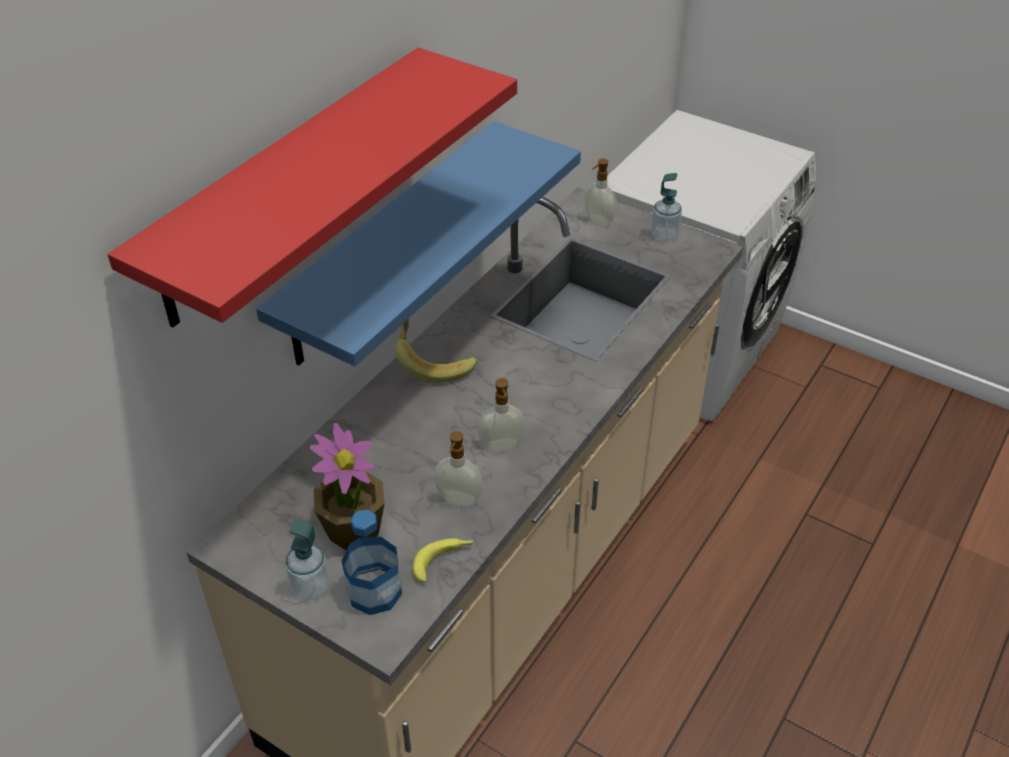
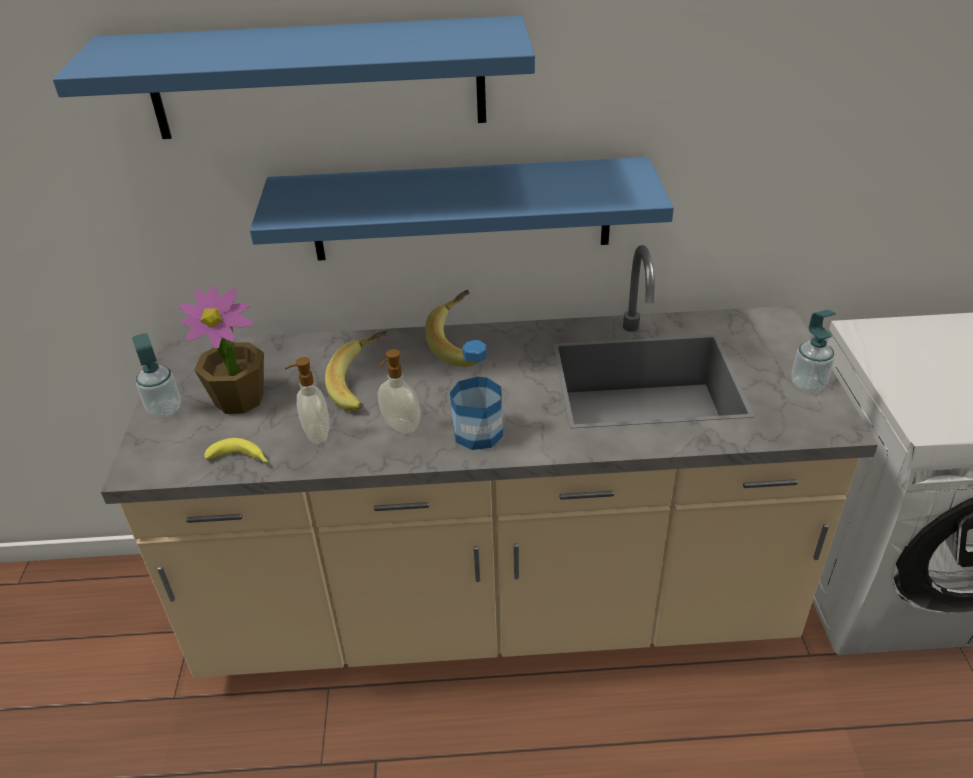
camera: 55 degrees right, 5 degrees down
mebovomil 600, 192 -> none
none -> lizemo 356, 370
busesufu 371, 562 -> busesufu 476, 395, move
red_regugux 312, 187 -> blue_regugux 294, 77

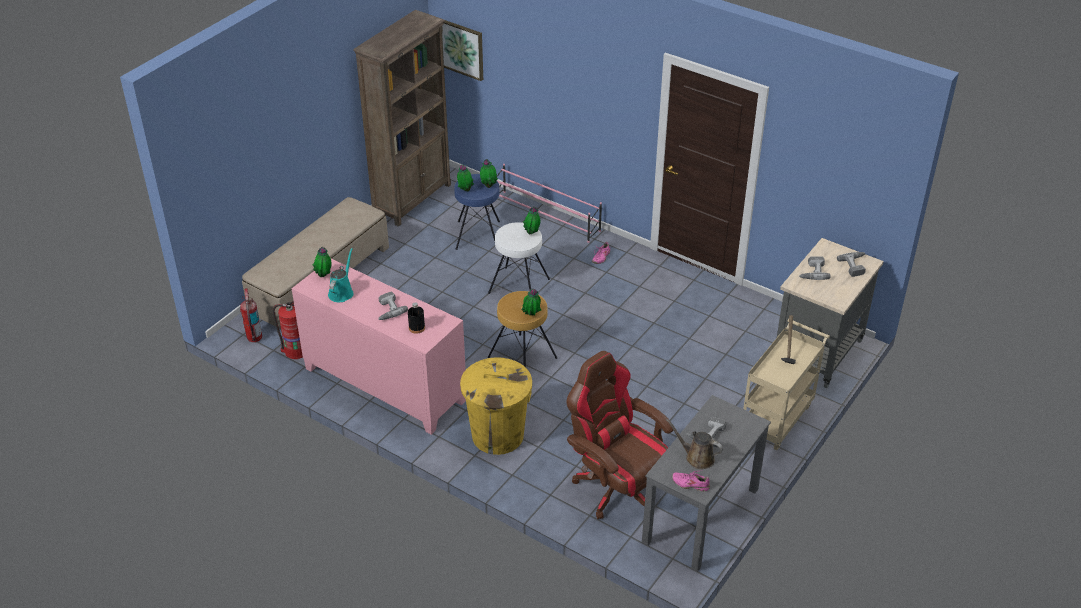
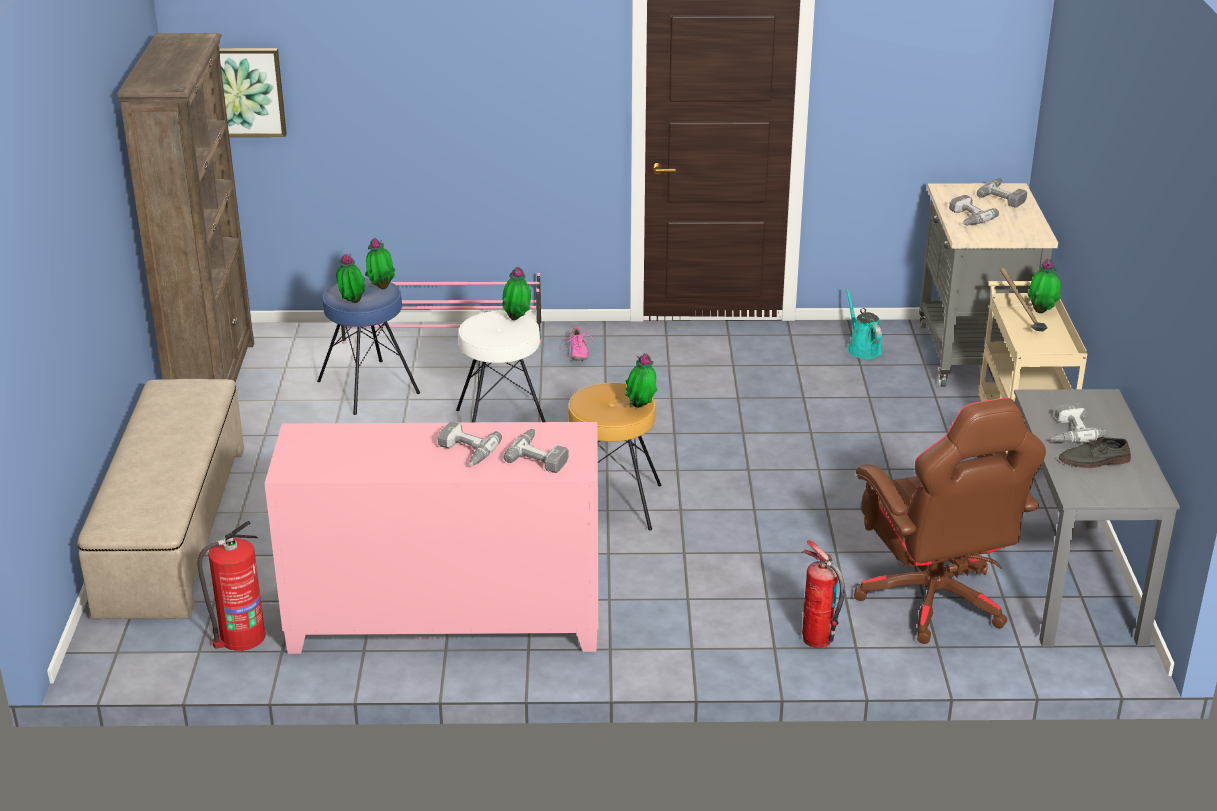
camera: 35 degrees left, 10 degrees down
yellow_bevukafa 496, 406 -> none
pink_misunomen 691, 481 -> none
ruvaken 251, 315 -> ruvaken 823, 594, move
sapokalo 322, 262 -> sapokalo 1044, 286, move
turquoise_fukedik 341, 275 -> turquoise_fukedik 864, 324, move
black_busesufu 416, 318 -> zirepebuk 536, 451
brown_fukedik 694, 444 -> grey_misunomen 1095, 452
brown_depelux 620, 435 -> brown_depelux 950, 521, 120 degrees counterclockwise

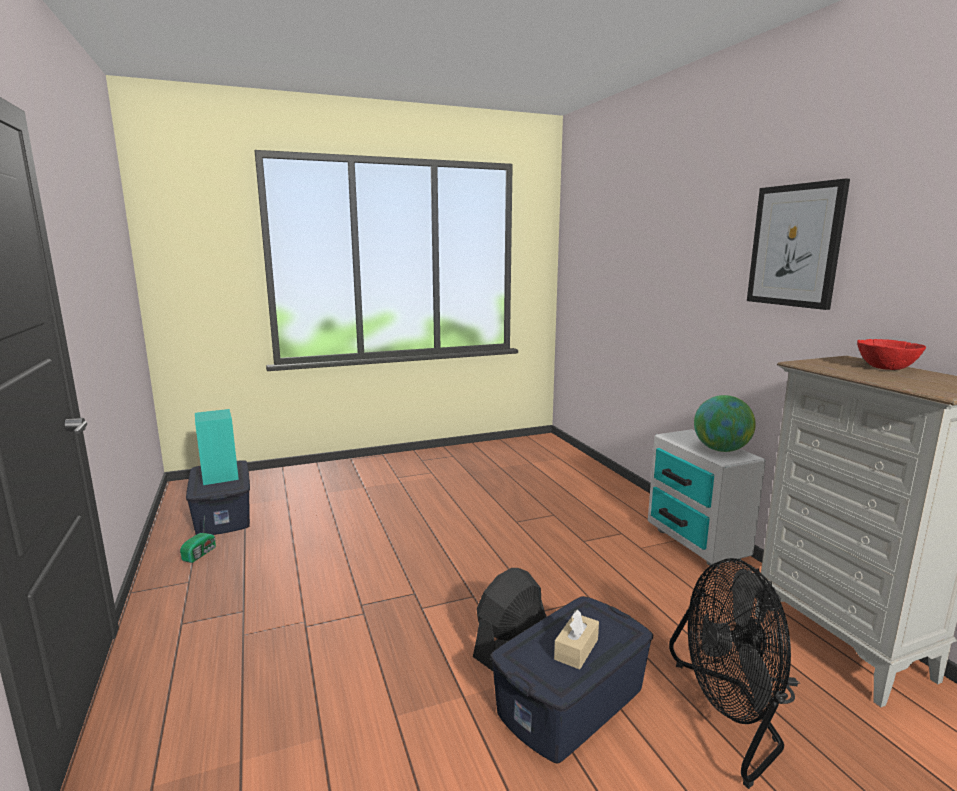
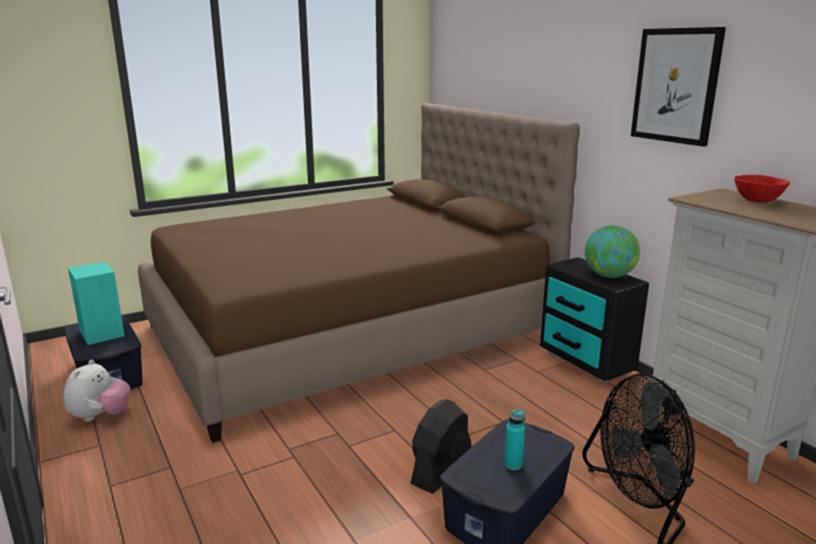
camera: 10 degrees left, 5 degrees up
none -> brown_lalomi 359, 273
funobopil 198, 539 -> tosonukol 96, 391
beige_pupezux 576, 640 -> turquoise_busesufu 514, 440
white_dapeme 707, 497 -> black_dapeme 594, 320

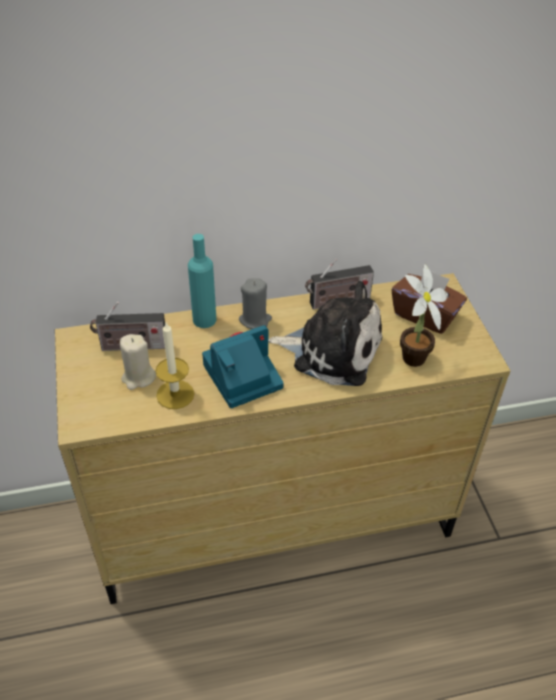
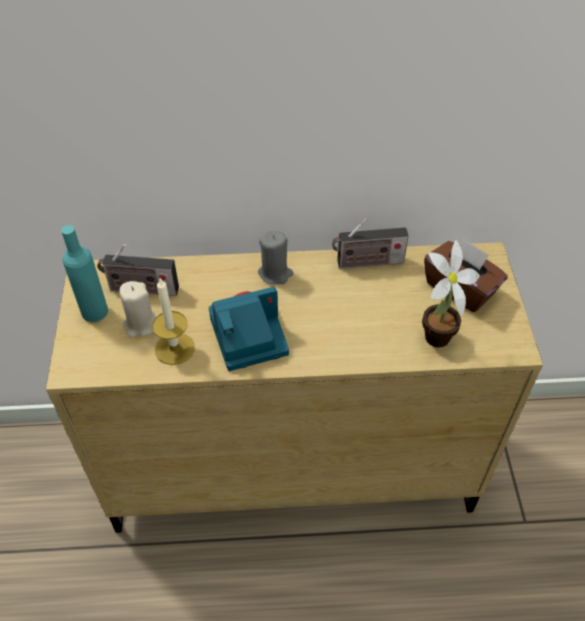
camera: 10 degrees right, 5 degrees up
tosonukol 325, 333 -> none
turquoise_busesufu 202, 281 -> turquoise_busesufu 84, 273, move

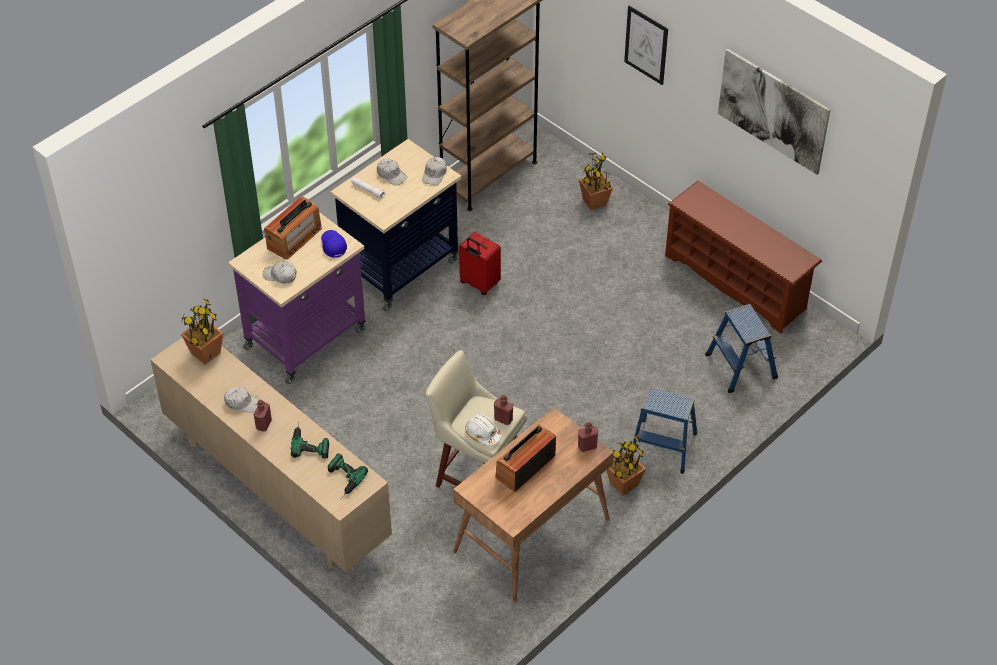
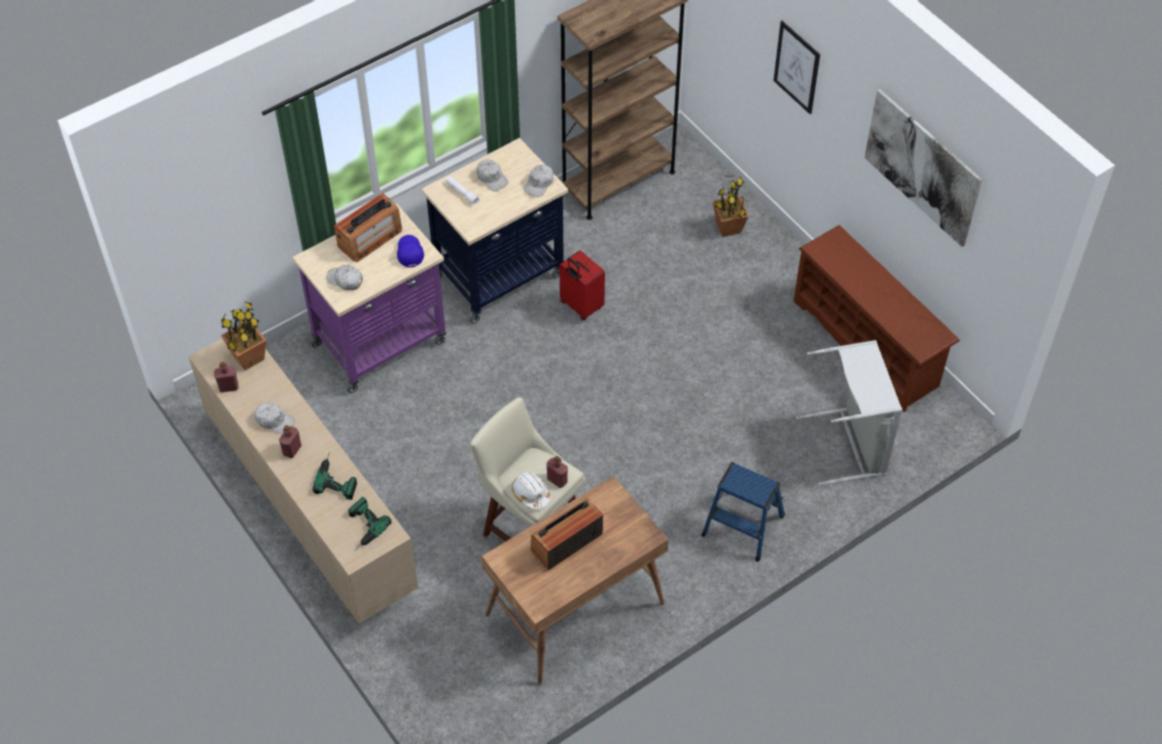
camera: 10 degrees right, 5 degrees up
sapokalo 626, 465 -> none
red_busesufu 588, 437 -> red_busesufu 226, 377, move
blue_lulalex 741, 348 -> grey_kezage 849, 412

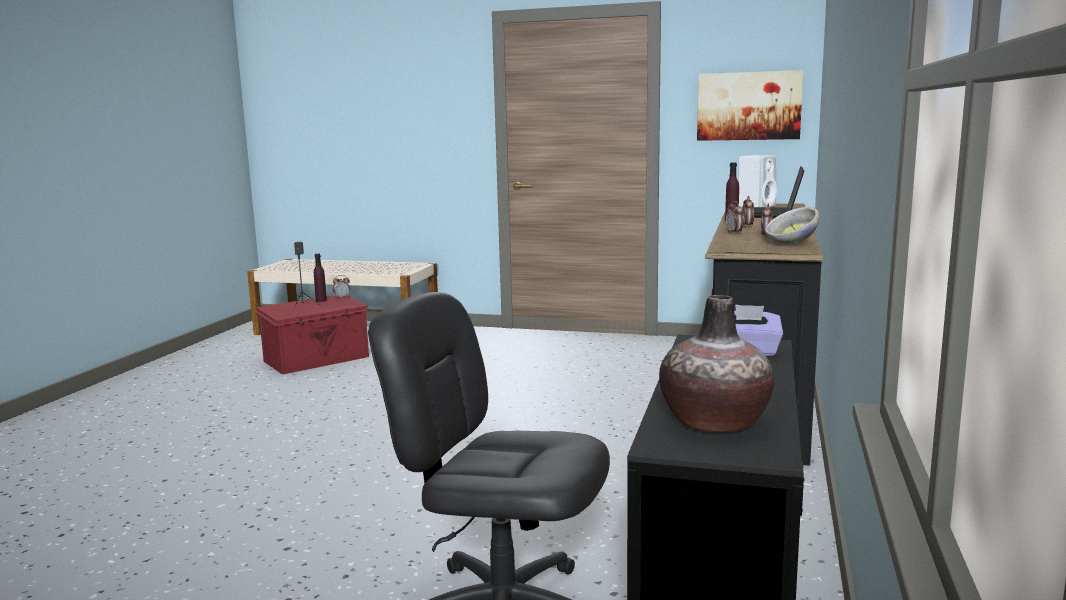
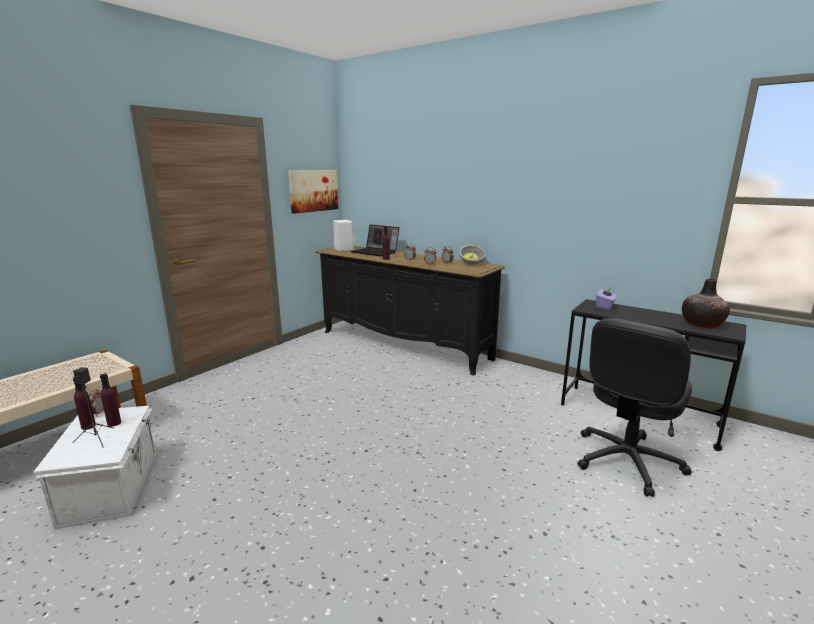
camera: 70 degrees left, 5 degrees up
none -> purple_busesufu 110, 400
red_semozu 312, 335 -> white_semozu 94, 468

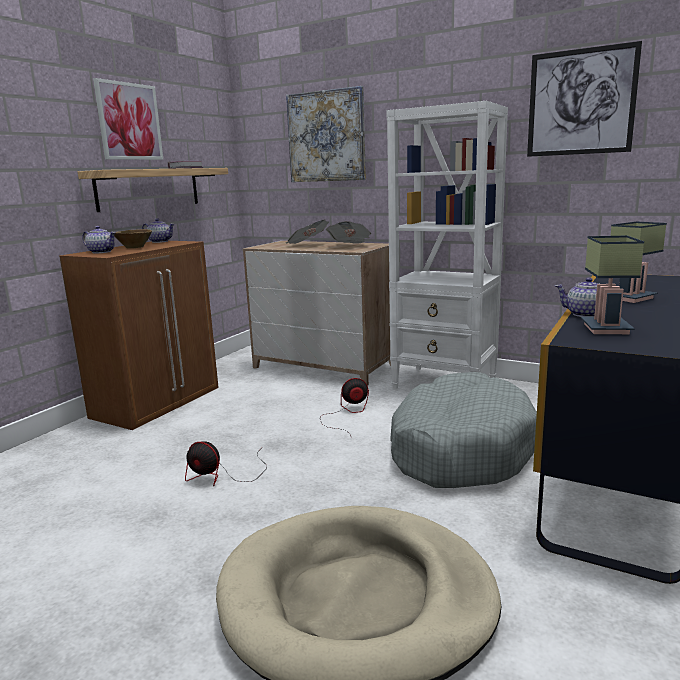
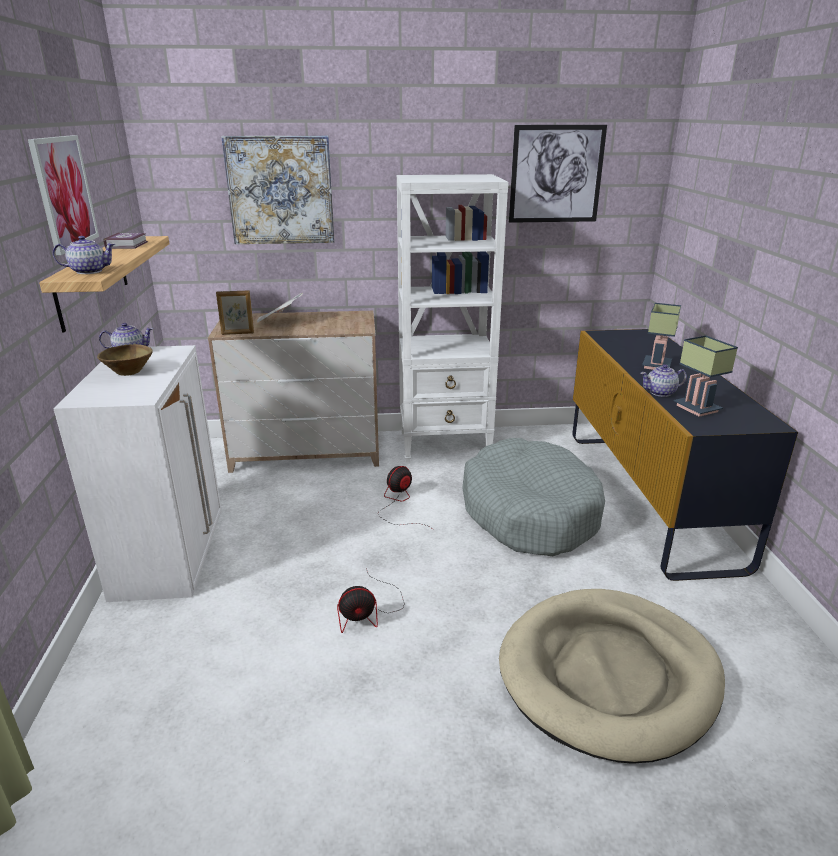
camera: 35 degrees left, 10 degrees up
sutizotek 348, 232 -> none
none -> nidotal 235, 312
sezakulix 99, 239 -> sezakulix 84, 255, move
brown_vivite 139, 335 -> white_vivite 138, 473

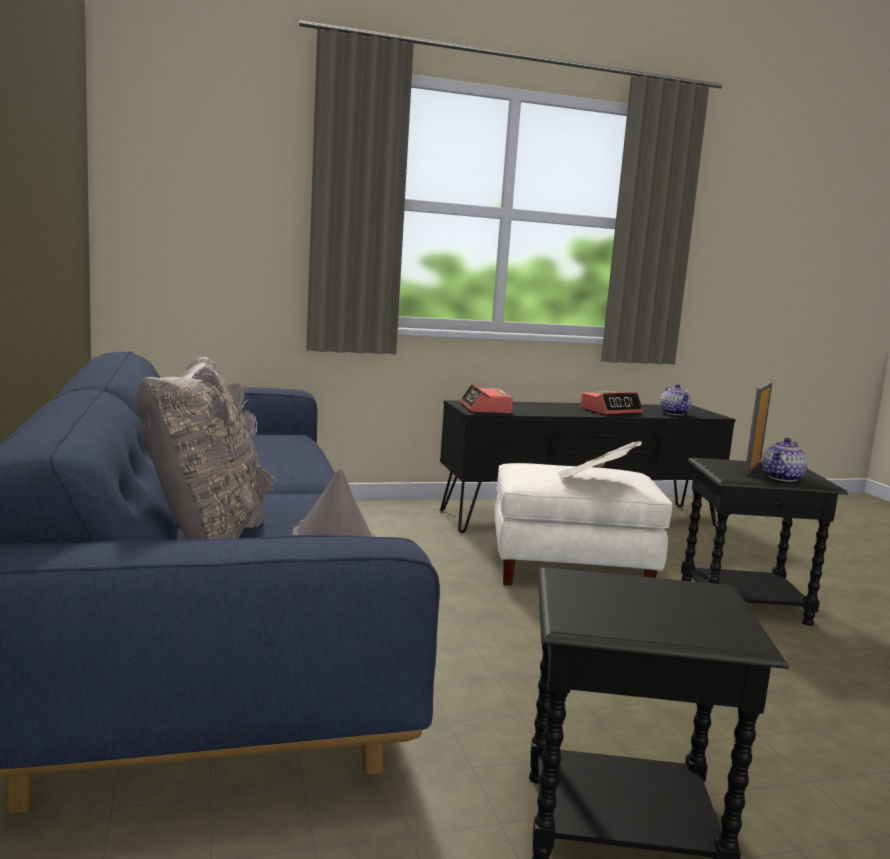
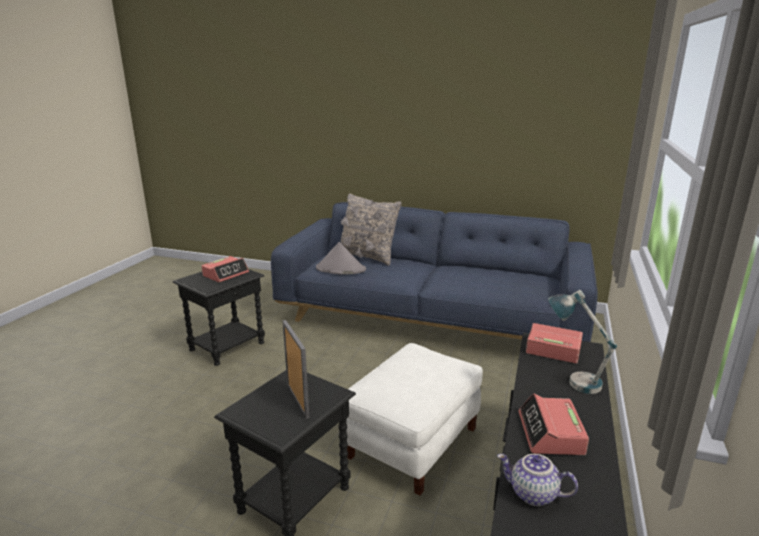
camera: 125 degrees right, 10 degrees up
sutizotek 600, 460 -> none
sezakulix 785, 460 -> none
none -> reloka 225, 269
none -> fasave 582, 342

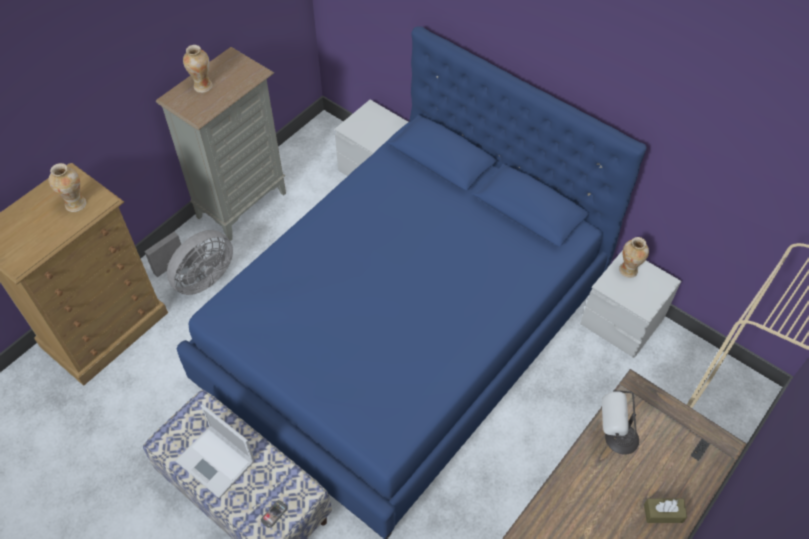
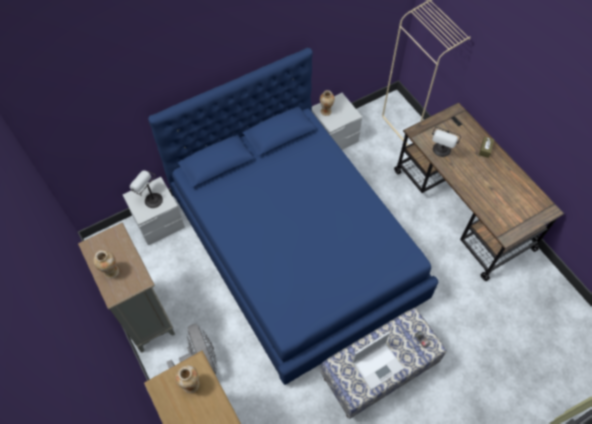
camera: 70 degrees left, 5 degrees up
none -> fasave 146, 189

